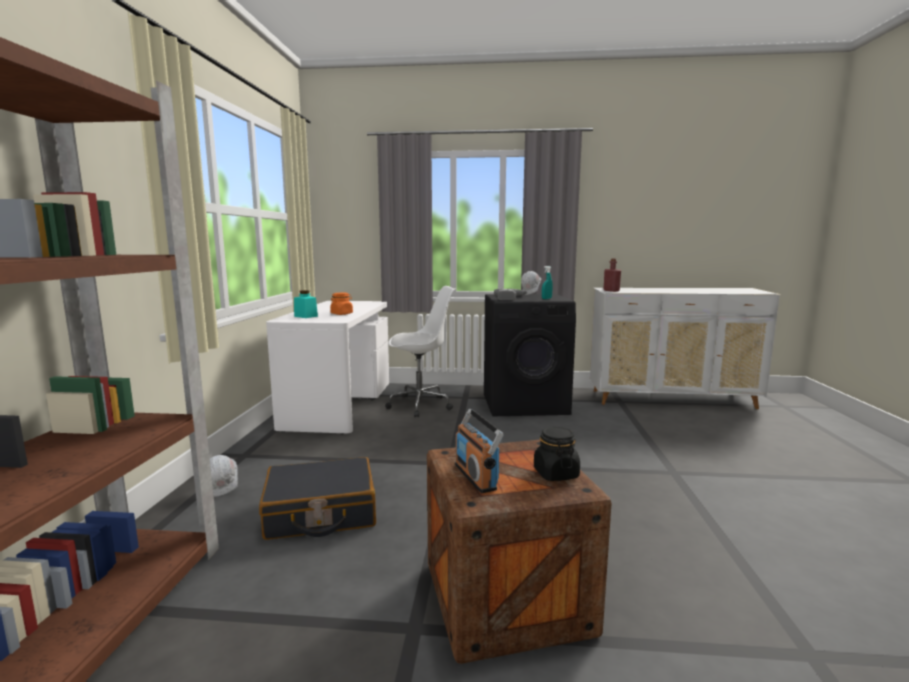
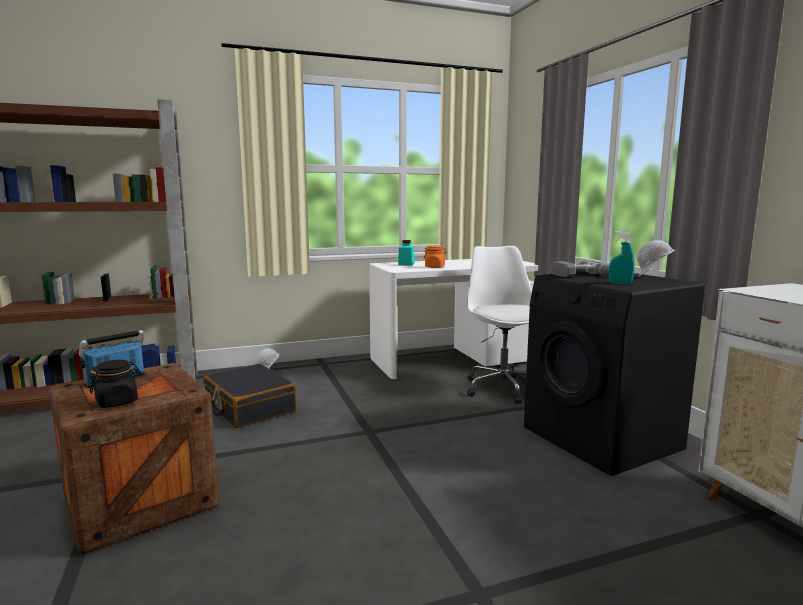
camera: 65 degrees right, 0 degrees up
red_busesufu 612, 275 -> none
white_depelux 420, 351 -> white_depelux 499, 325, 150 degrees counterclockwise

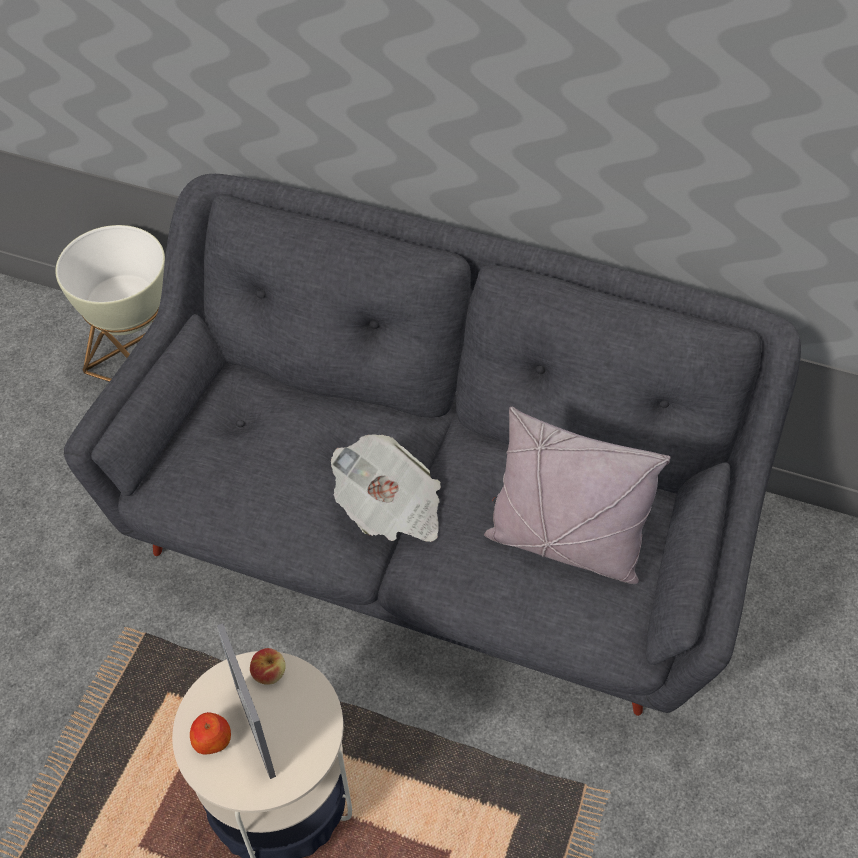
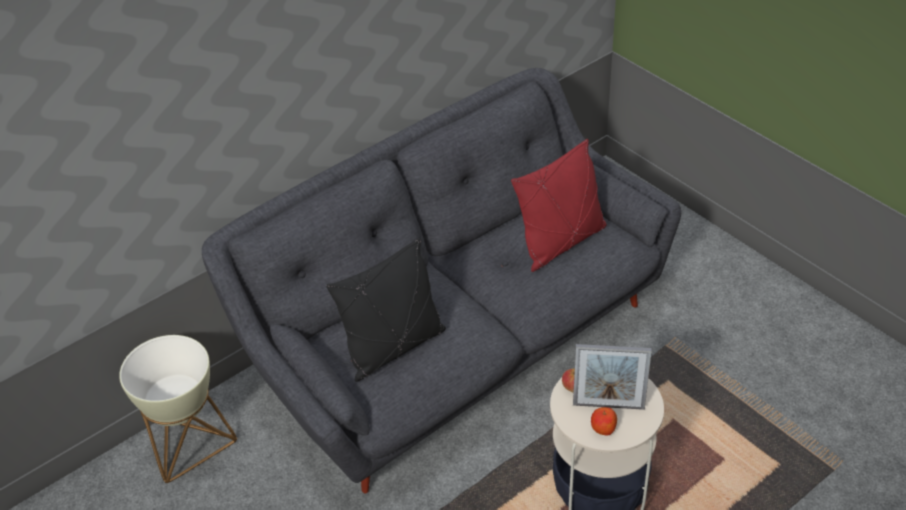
camera: 60 degrees left, 10 degrees down
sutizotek 386, 488 -> none
none -> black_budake 386, 310
purple_budake 577, 495 -> red_budake 559, 205

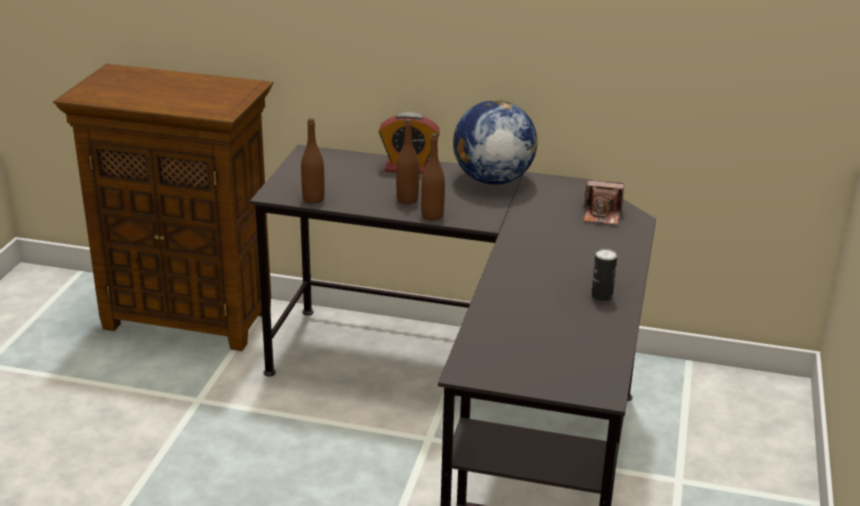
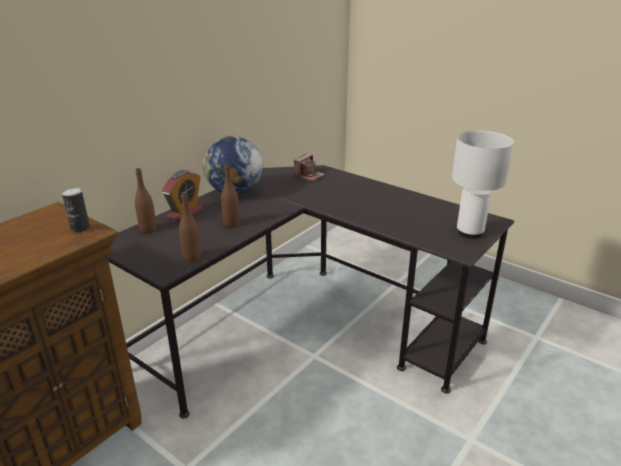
camera: 65 degrees left, 0 degrees up
none -> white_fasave 483, 184
brown_busesufu 433, 177 -> brown_busesufu 145, 200, move
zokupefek 604, 275 -> zokupefek 76, 210, move

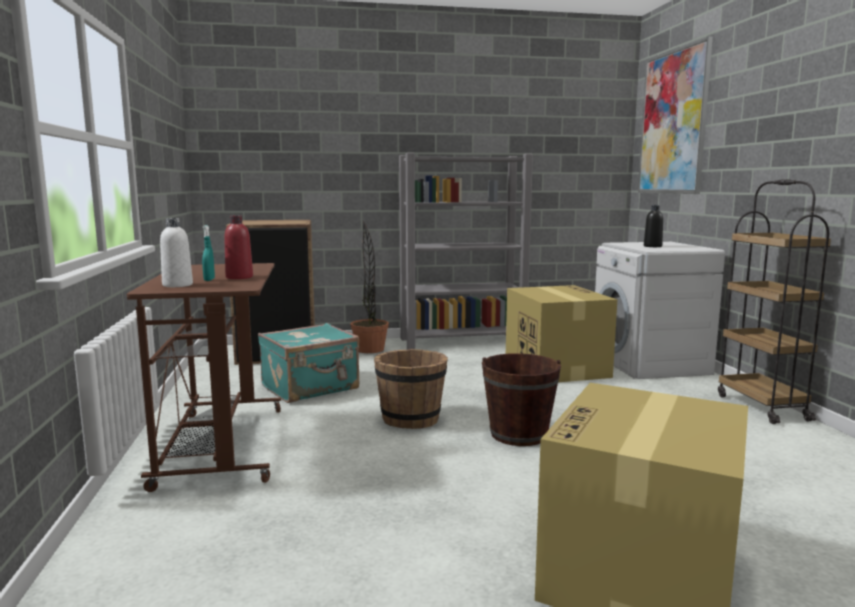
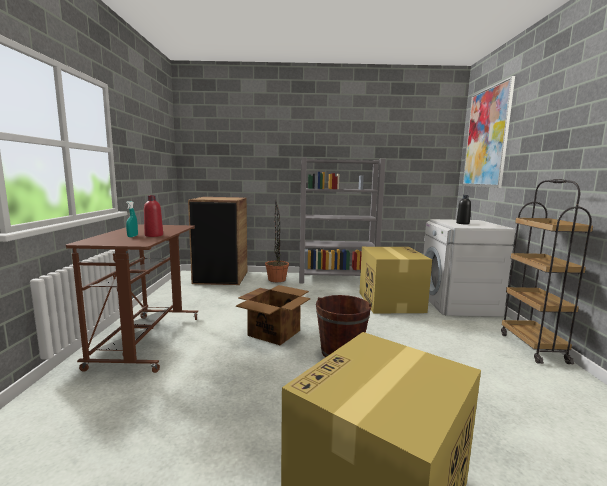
camera: 10 degrees right, 0 degrees up
white_busesufu 176, 252 -> none
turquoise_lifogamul 308, 363 -> none
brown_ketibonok 411, 389 -> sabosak 273, 315

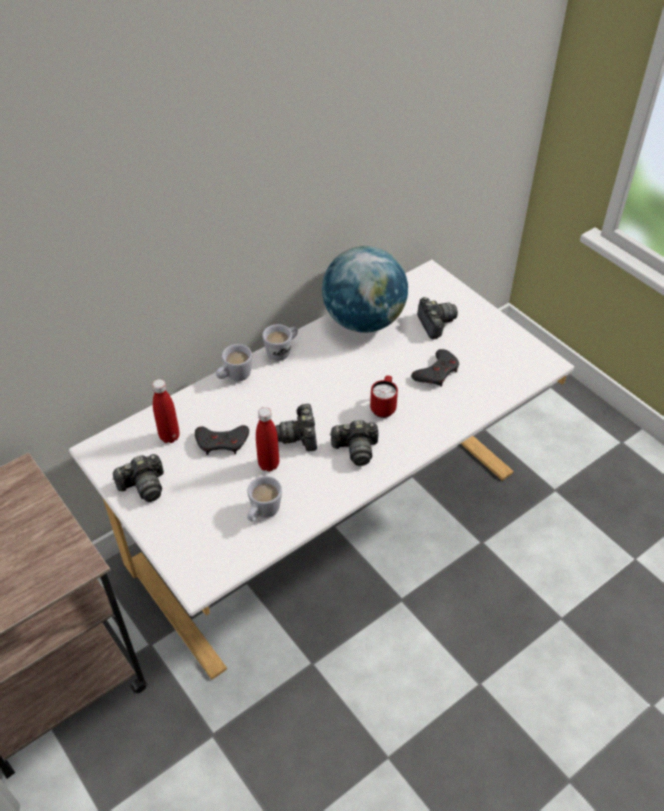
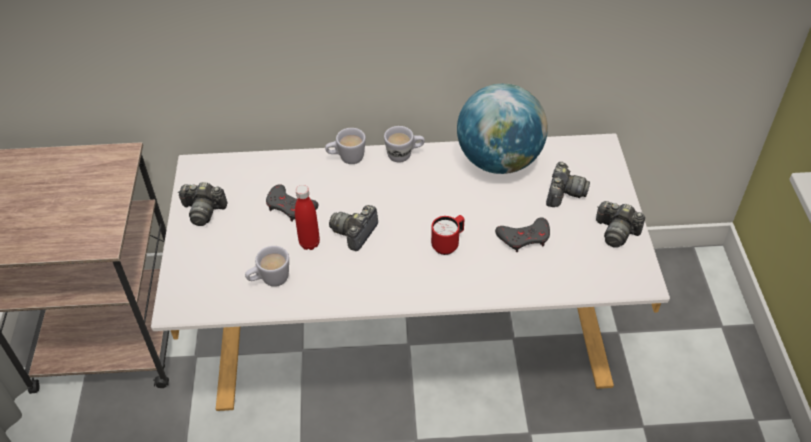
camera: 35 degrees right, 0 degrees up
red_busesufu 166, 411 -> none
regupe 354, 443 -> regupe 620, 224, move

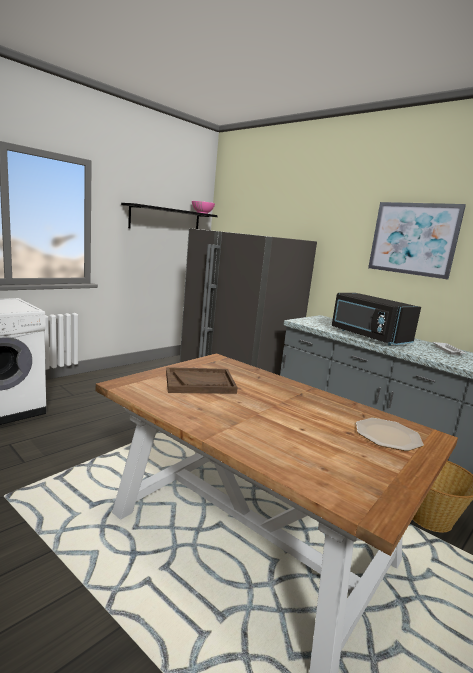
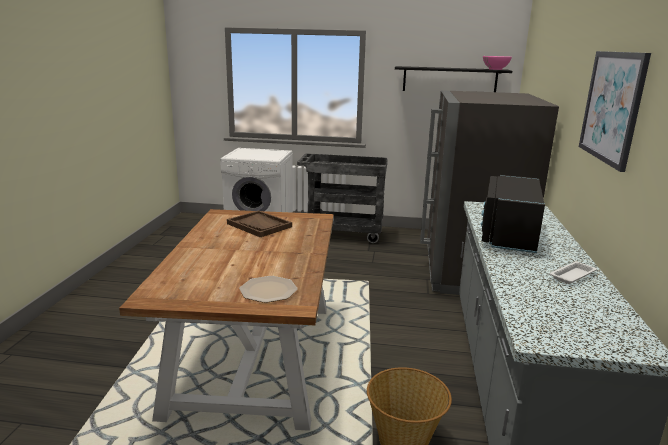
camera: 55 degrees right, 5 degrees up
none -> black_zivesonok 342, 198

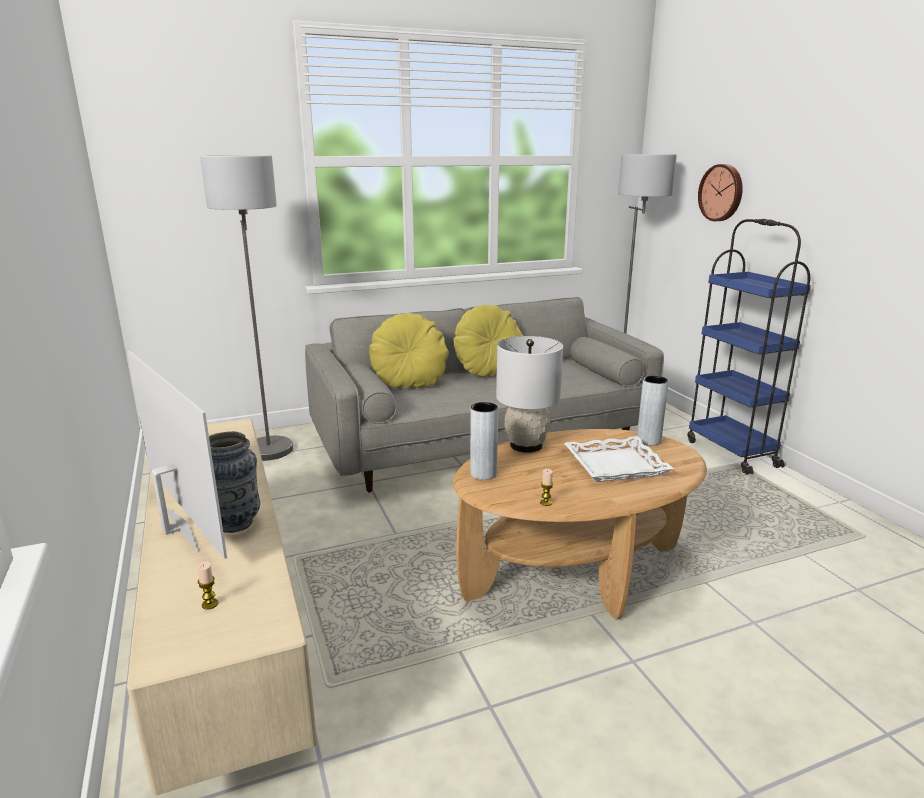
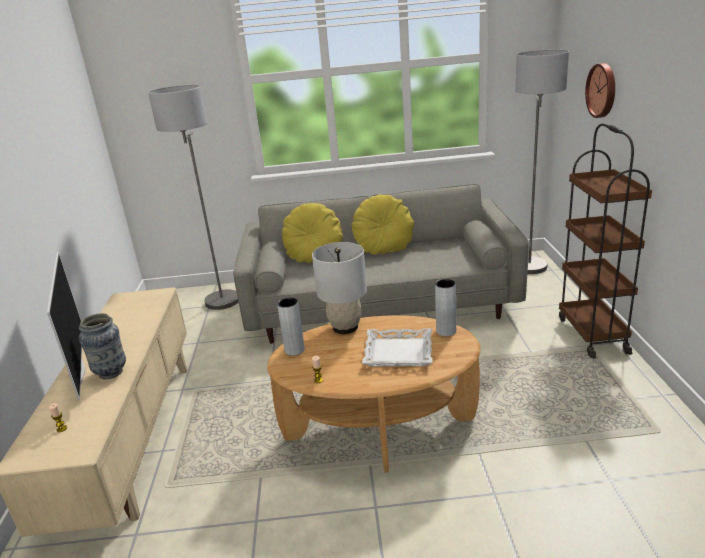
camera: 20 degrees right, 5 degrees up
blue_zivesonok 749, 347 -> brown_zivesonok 605, 241

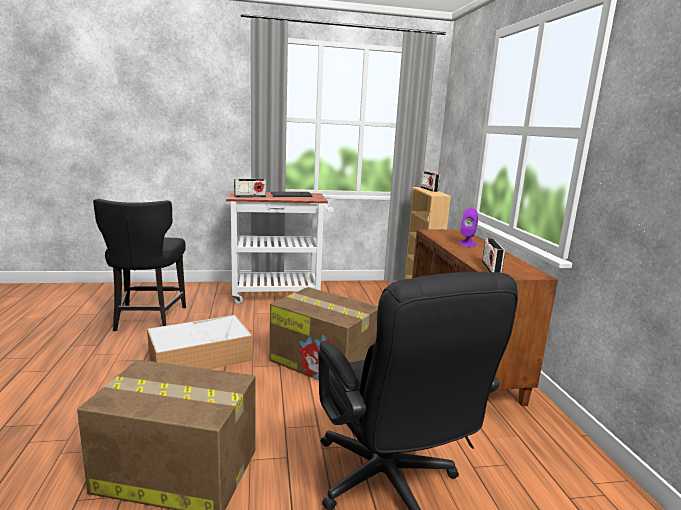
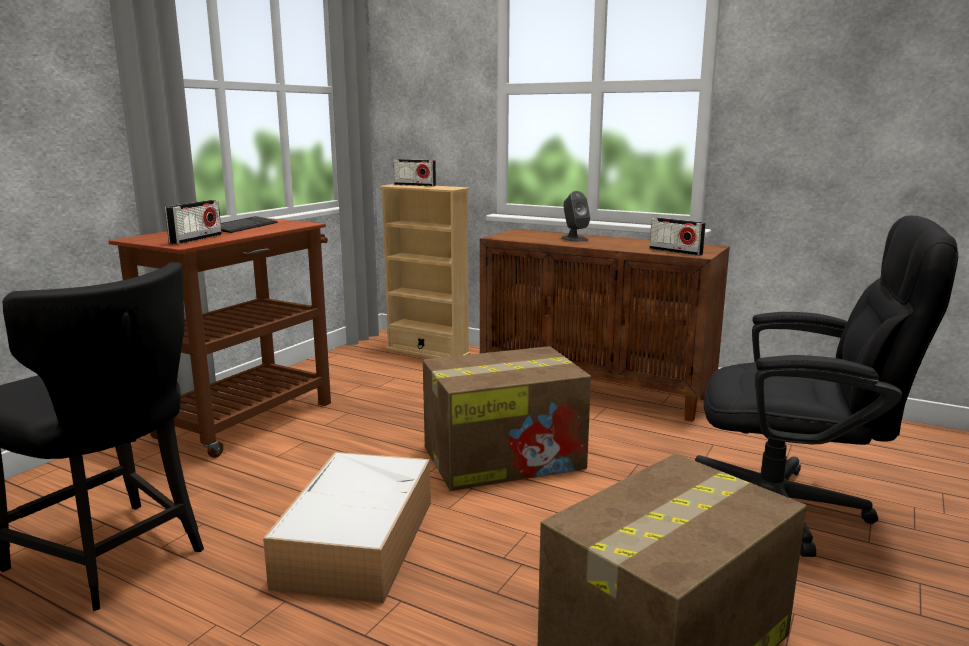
camera: 50 degrees left, 0 degrees up
white_zivesonok 279, 247 -> brown_zivesonok 220, 338
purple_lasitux 468, 227 -> grey_lasitux 575, 216

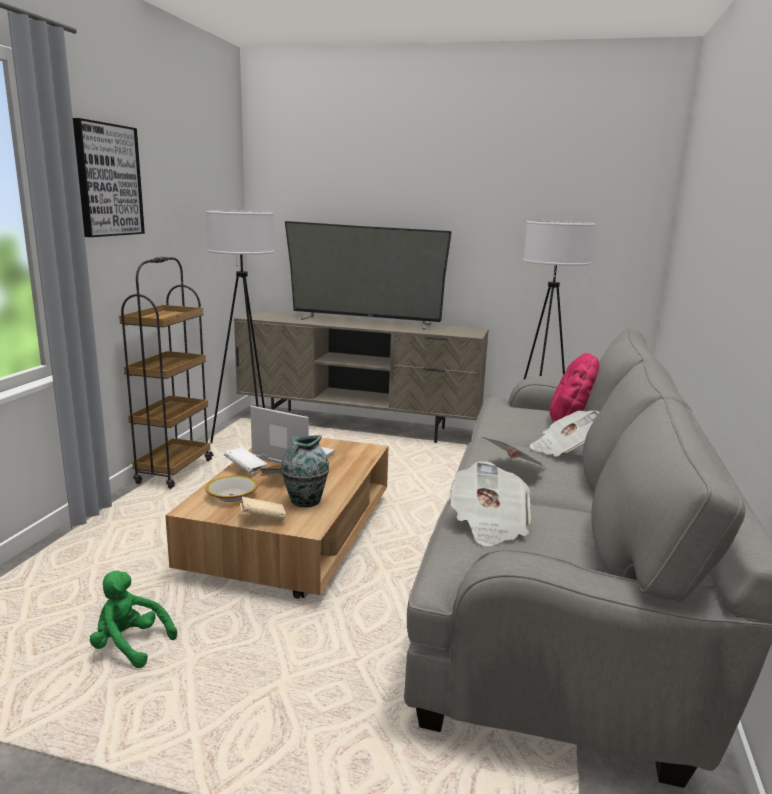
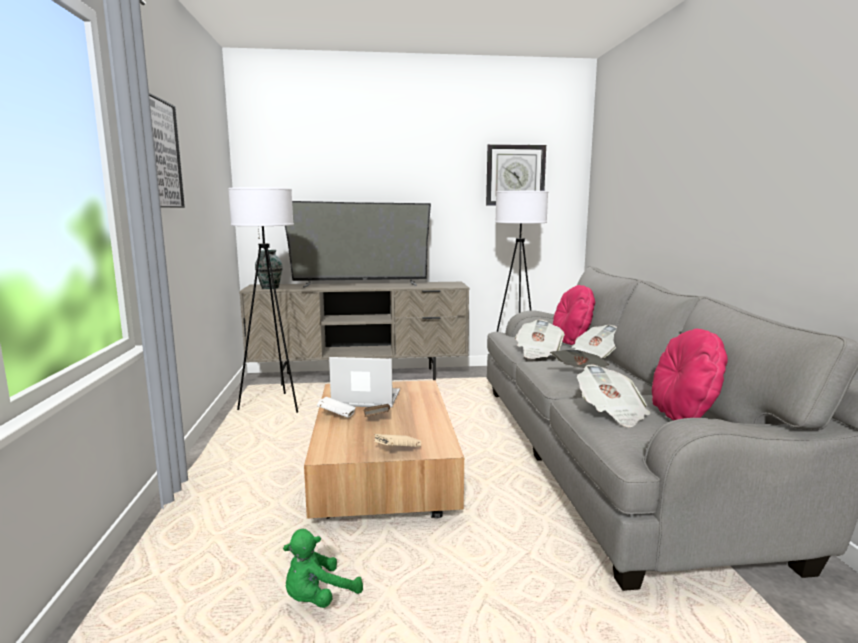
camera: 20 degrees left, 5 degrees down
brown_zivesonok 166, 373 -> none
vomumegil 232, 489 -> none
none -> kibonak 516, 175
none -> sutizotek 540, 339
none -> pink_budake 690, 374
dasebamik 305, 471 -> dasebamik 269, 269, move
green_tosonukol 133, 619 -> green_tosonukol 323, 568, 45 degrees counterclockwise

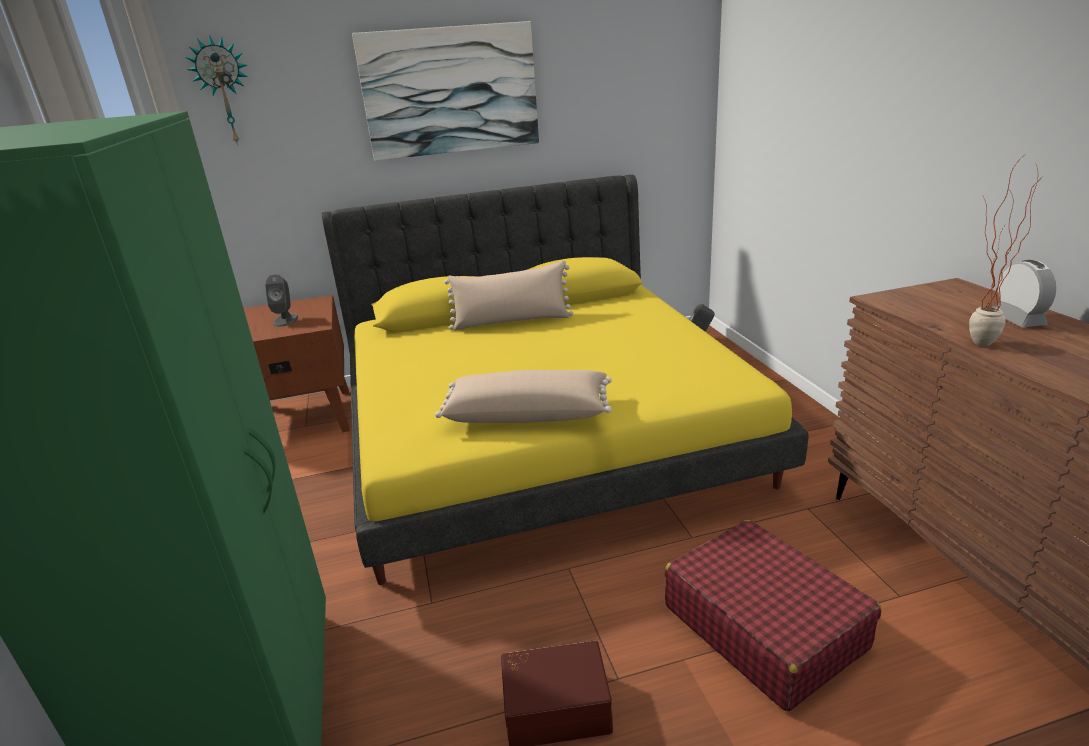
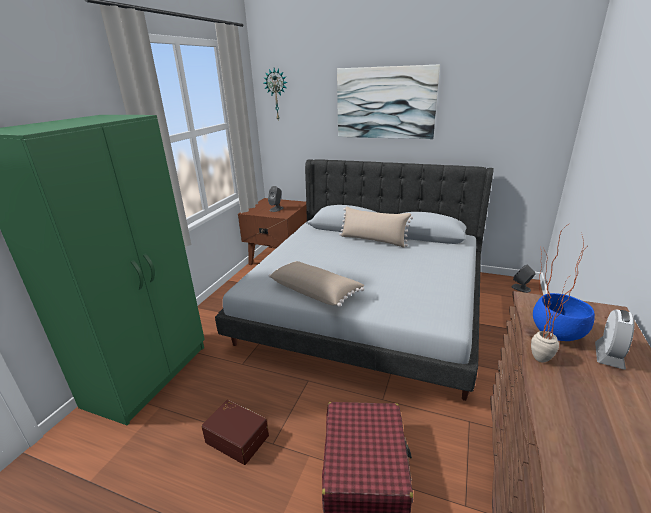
camera: 35 degrees right, 0 degrees up
none -> blue_vomumegil 564, 317
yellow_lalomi 565, 380 -> grey_lalomi 354, 280

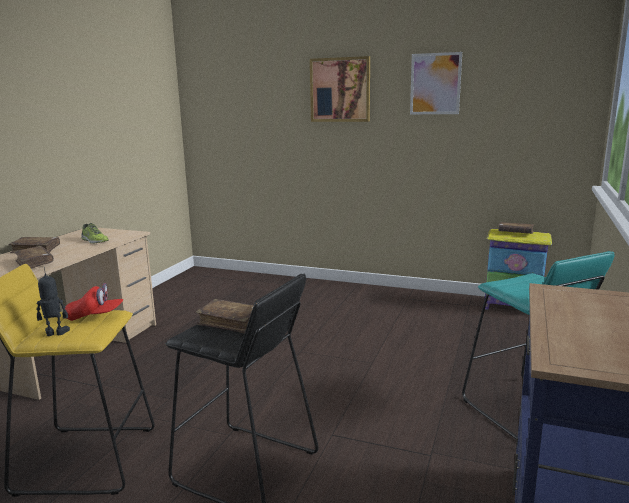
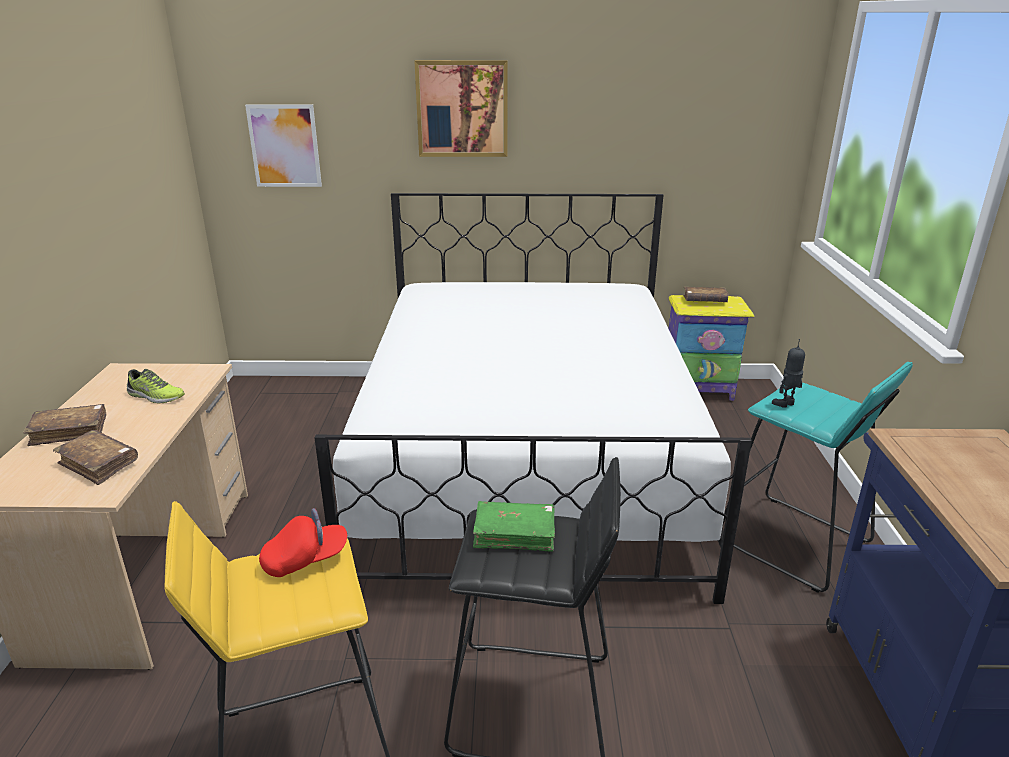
camera: 20 degrees left, 10 degrees up
none -> white_lalomi 533, 398
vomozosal 53, 301 -> vomozosal 788, 373, move
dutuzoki 436, 83 -> dutuzoki 283, 145, move
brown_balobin 224, 316 -> green_balobin 514, 526

